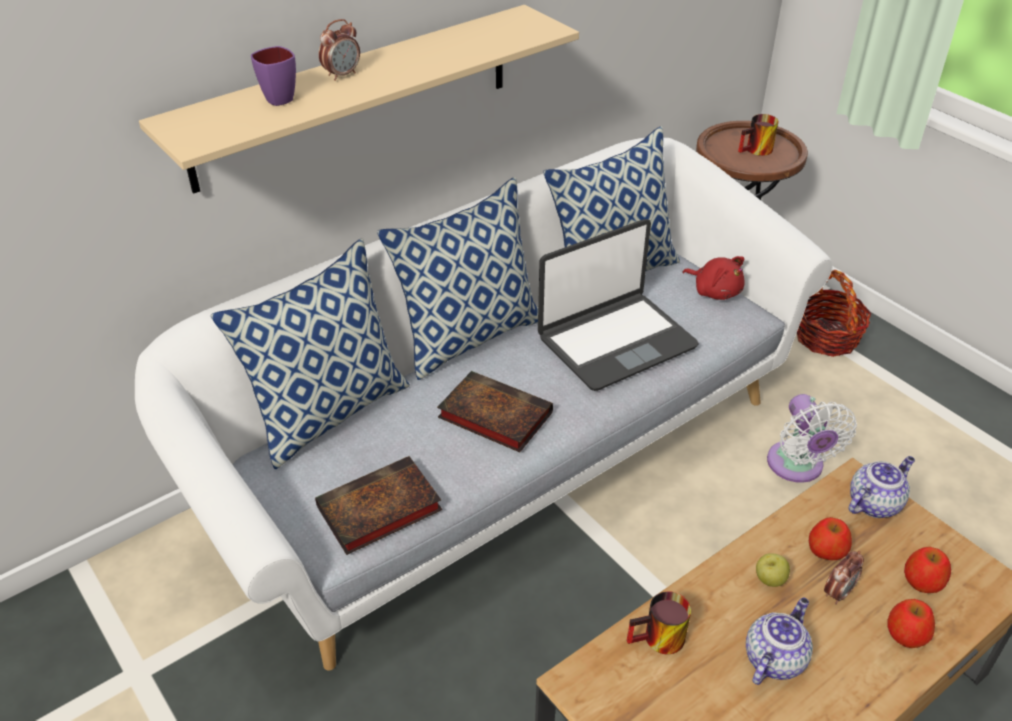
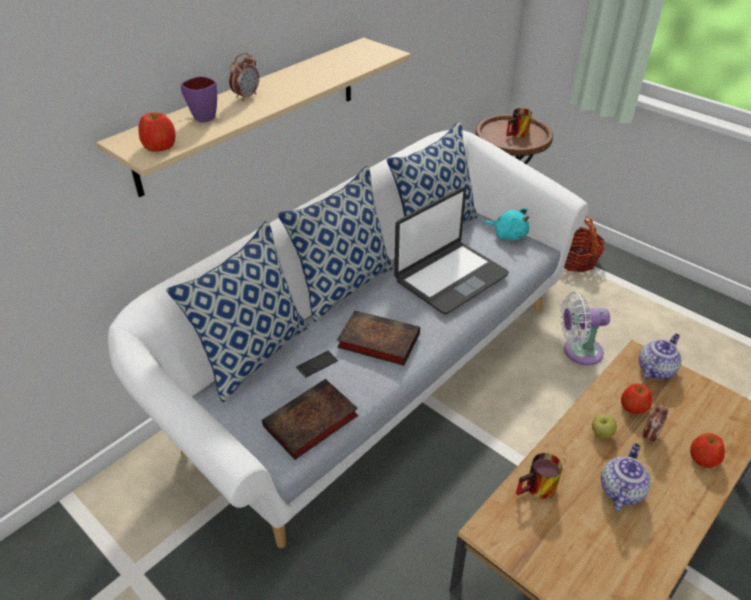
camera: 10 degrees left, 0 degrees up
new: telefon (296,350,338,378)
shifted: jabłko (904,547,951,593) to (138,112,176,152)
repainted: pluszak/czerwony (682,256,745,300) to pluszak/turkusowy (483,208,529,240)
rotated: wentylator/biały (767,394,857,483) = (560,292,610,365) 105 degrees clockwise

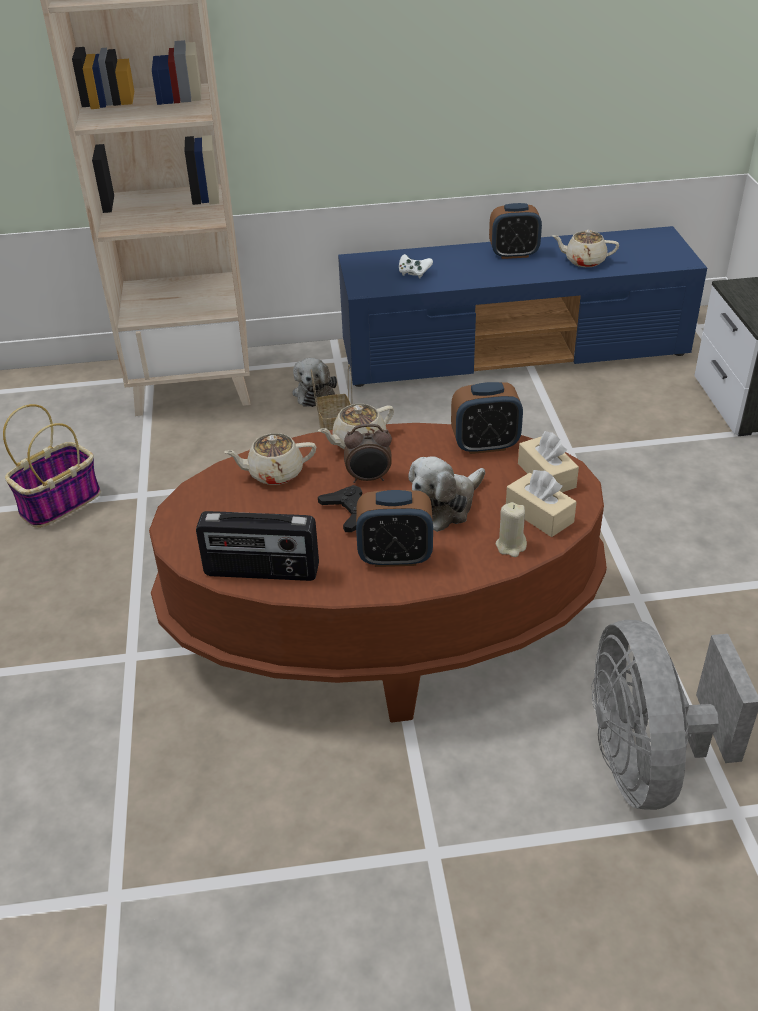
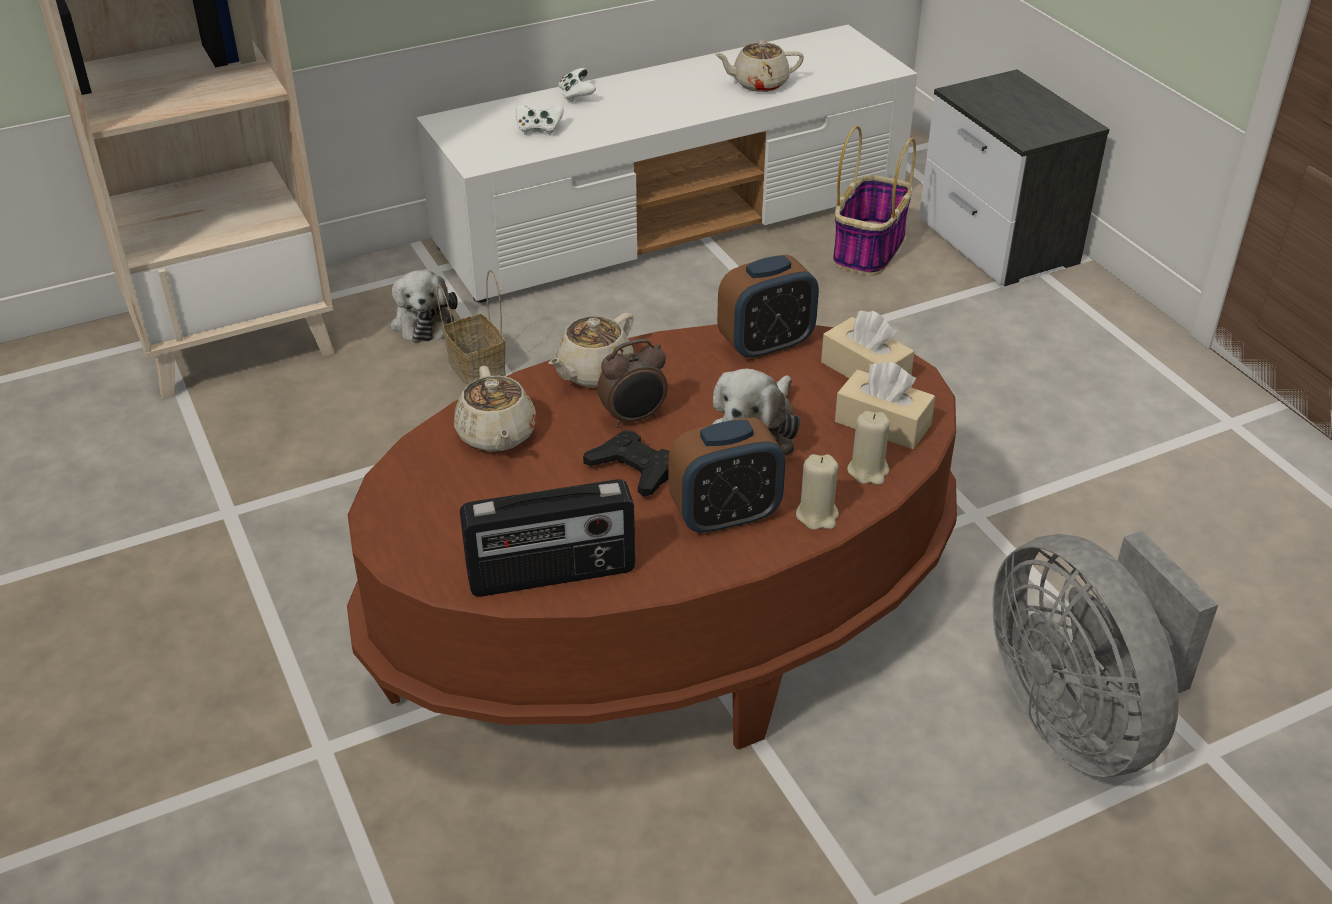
camera: 20 degrees left, 0 degrees up
gone: budzik (489,203,542,259)
new: pad do gier/biały (558,68,596,103); świeca/beżowy (796,454,839,530)
shifted: koszyk (3,404,101,528) to (833,126,916,276)
repainted: szafka pod telewizor/niebieski (338,226,707,387) to szafka pod telewizor/biały (416,25,917,303)
rotated: imbryk/beżowy (224,433,316,485) = (454,366,536,452) 75 degrees counterclockwise

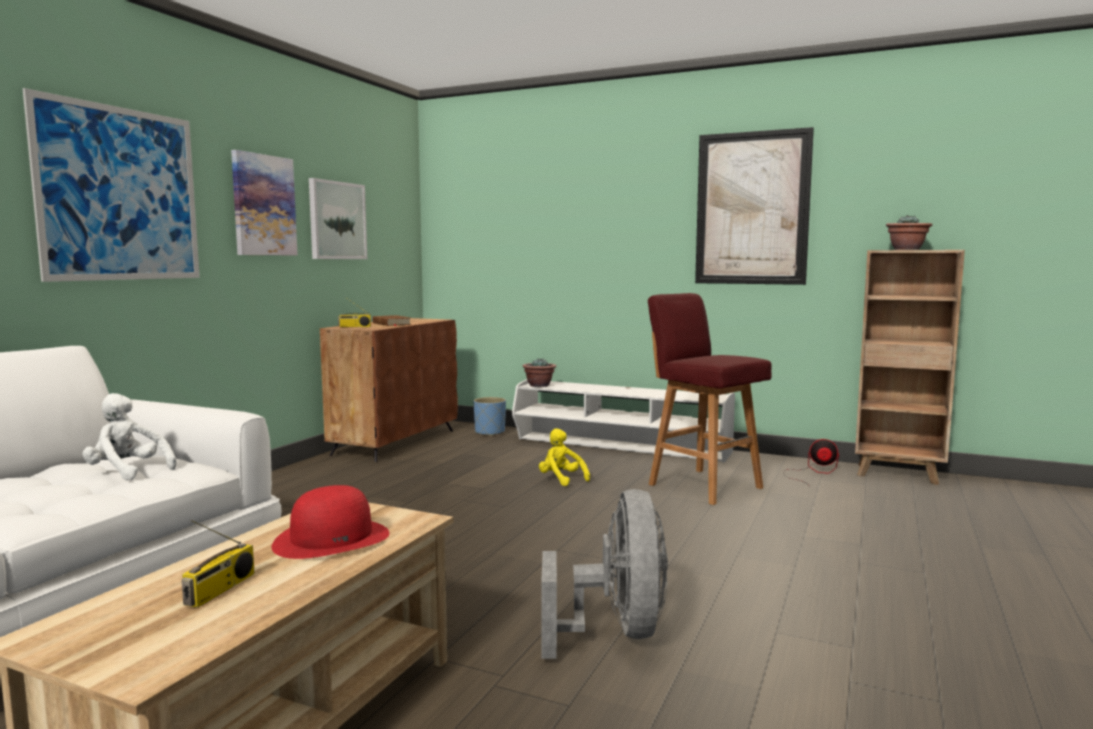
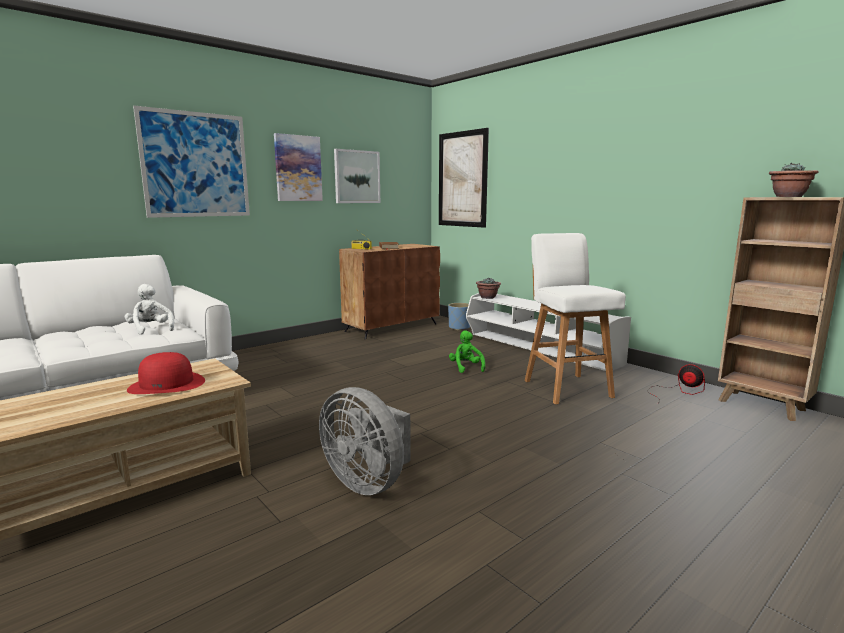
camera: 25 degrees right, 5 degrees up
gone: radio (182,520,255,608)
shifted: obraz (695,127,814,285) to (439,128,489,228)
repainted: pluszak/żółty (539,428,590,486) to pluszak/zielony (449,330,485,373); stołek/czerwony (648,293,772,505) to stołek/biały (525,233,626,404)
rotated: wentylator/szary (541,489,668,659) = (319,387,411,495) 105 degrees clockwise

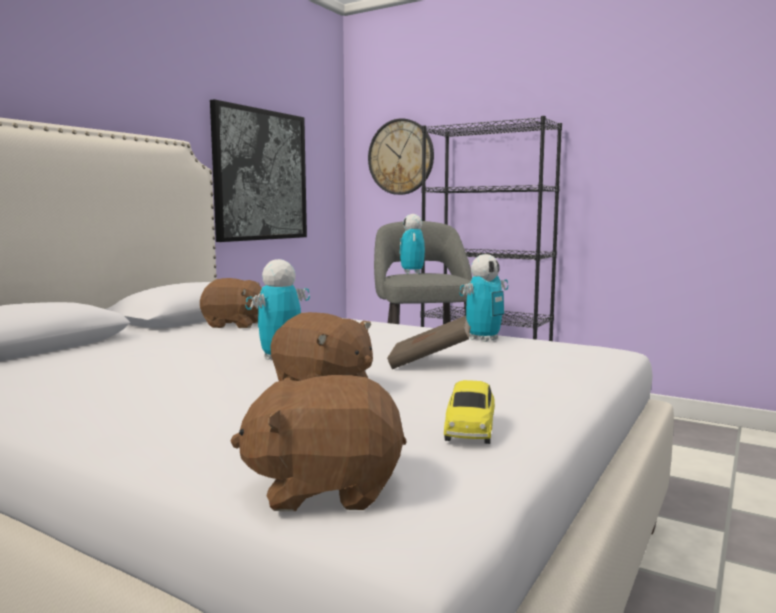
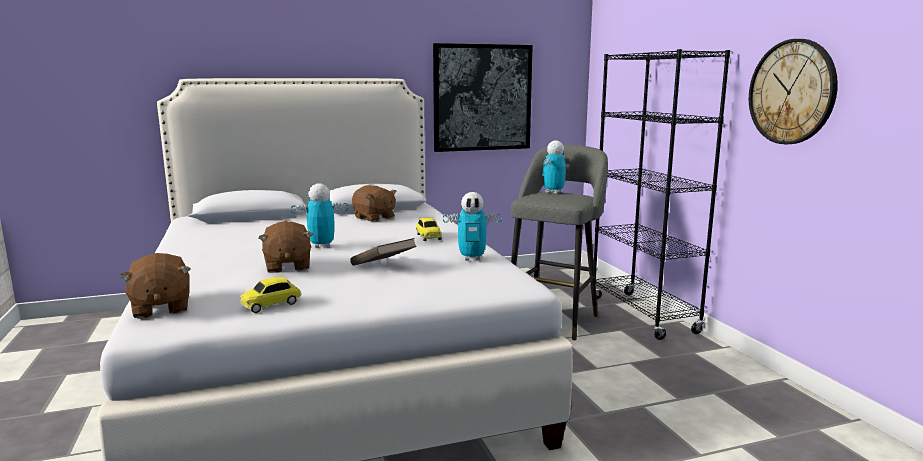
camera: 40 degrees right, 5 degrees up
new: samochodzik (416,218,442,241)
shifted: zegar ścienny (368,118,434,195) to (749,39,838,144)
rotated: pluszak/brązowy (230,375,406,511) = (119,253,191,319) 150 degrees counterclockwise

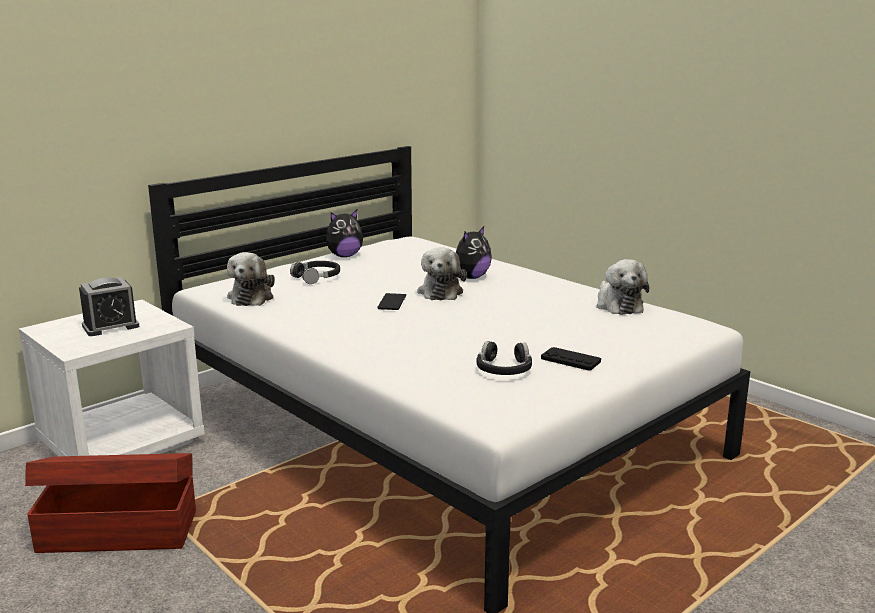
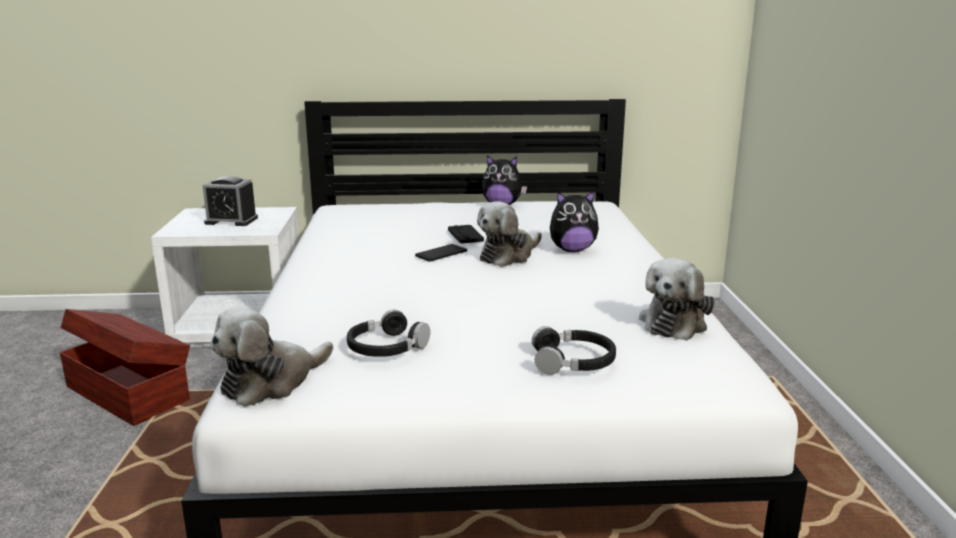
camera: 40 degrees right, 0 degrees up
shifted: pluszak (227,252,275,306) to (210,307,333,407); pad do gier/czarny (541,347,601,371) to (448,225,484,244); słuchawki/czarny (290,261,340,284) to (532,326,616,375)

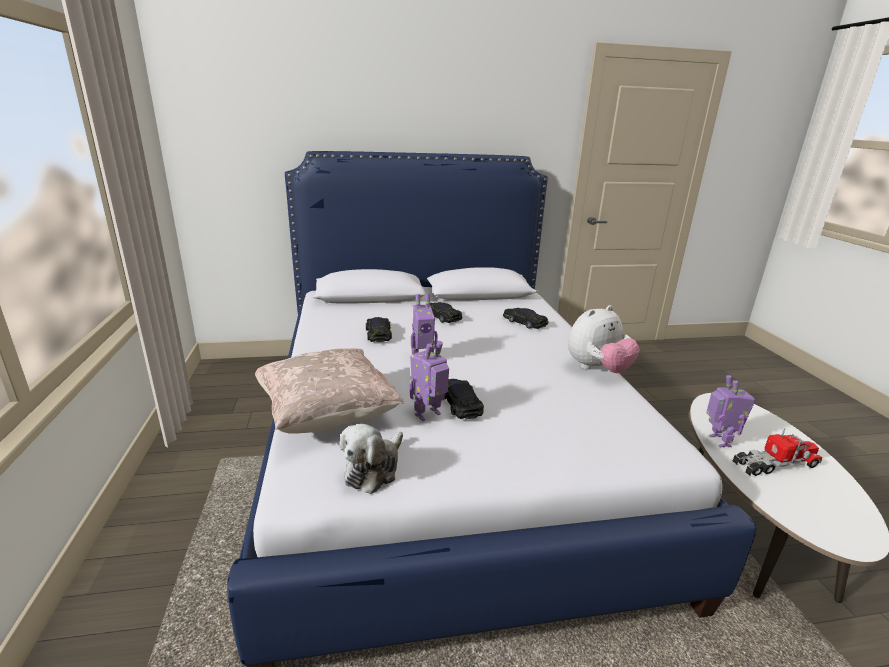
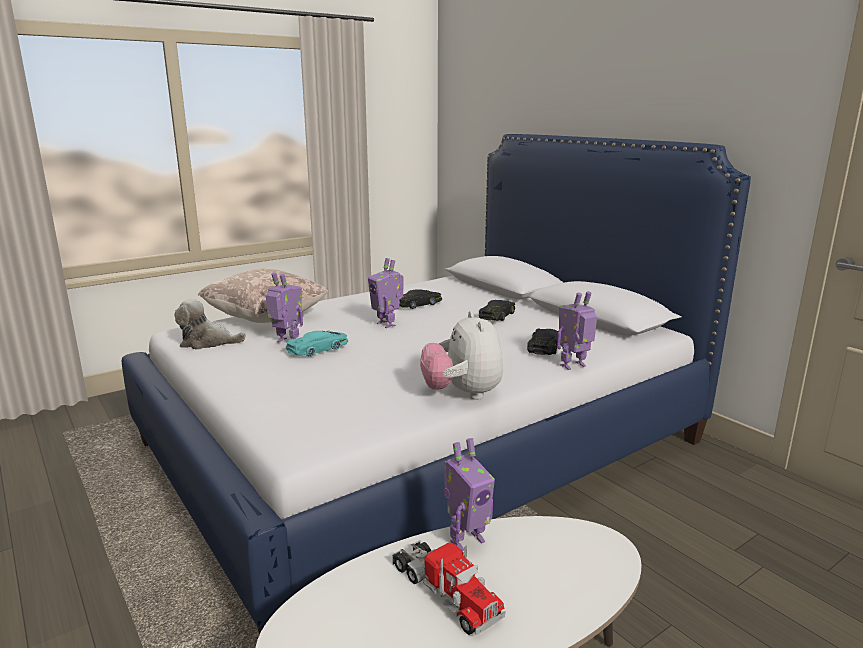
camera: 65 degrees right, 5 degrees down
new: robot zabawkowy (557,291,597,370)
repainted: samochodzik/czarny (444,379,484,419) to samochodzik/turkusowy (286,331,348,357)
rotated: pluszak (568,305,640,373) = (420,311,503,400) 45 degrees clockwise

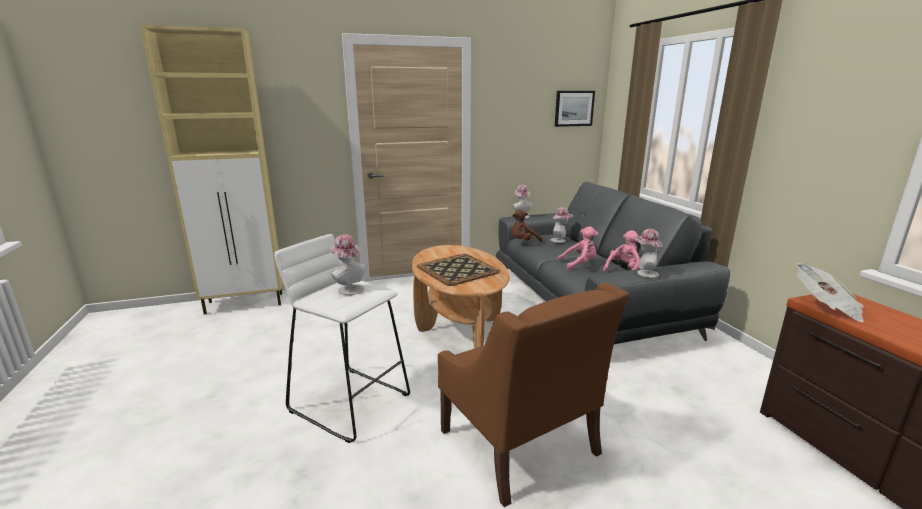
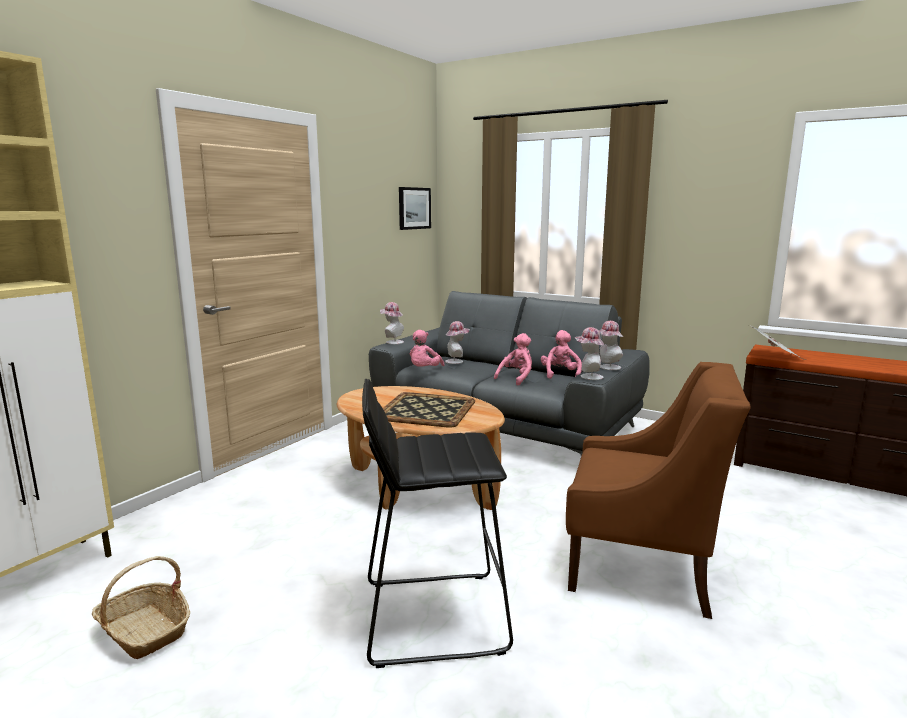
camera: 40 degrees left, 5 degrees down
new: koszyk (92,556,190,659)
shifted: kapelusz (329,234,366,295) to (575,327,605,380)
repainted: stołek/biały (274,234,410,443) to stołek/czarny (362,379,513,668); pluszak/brązowy (512,209,543,242) to pluszak/różowy (410,330,445,367)

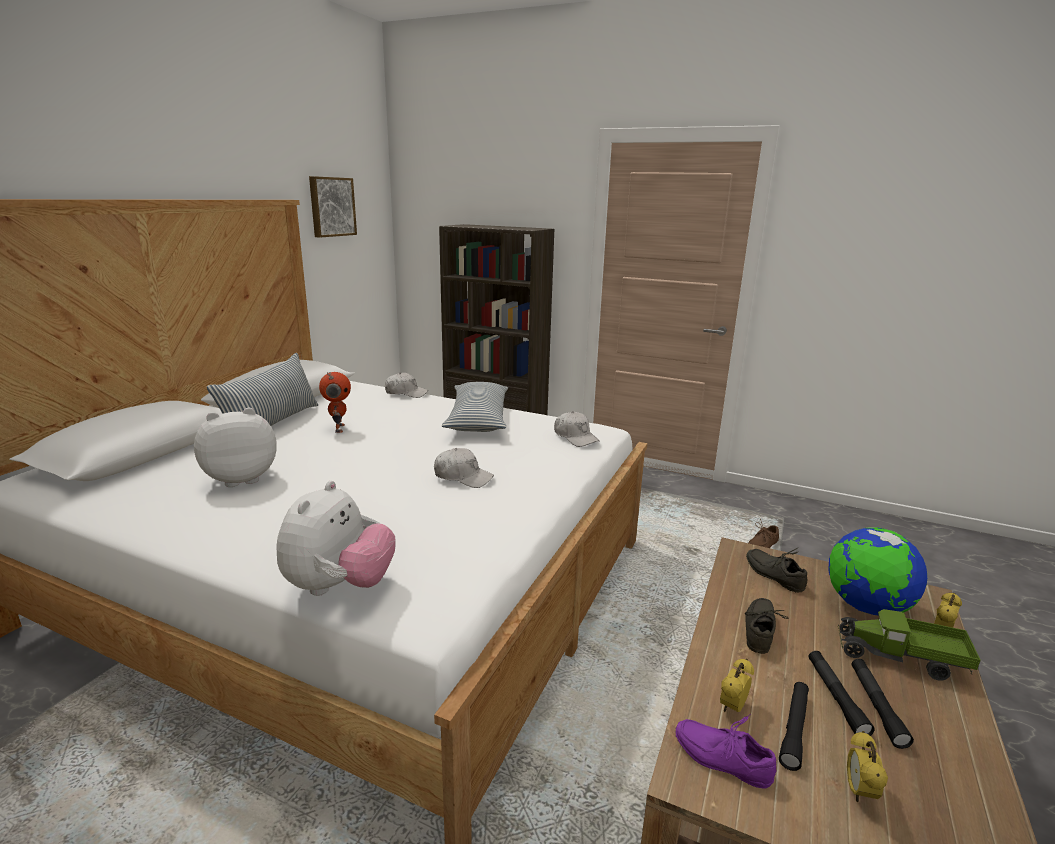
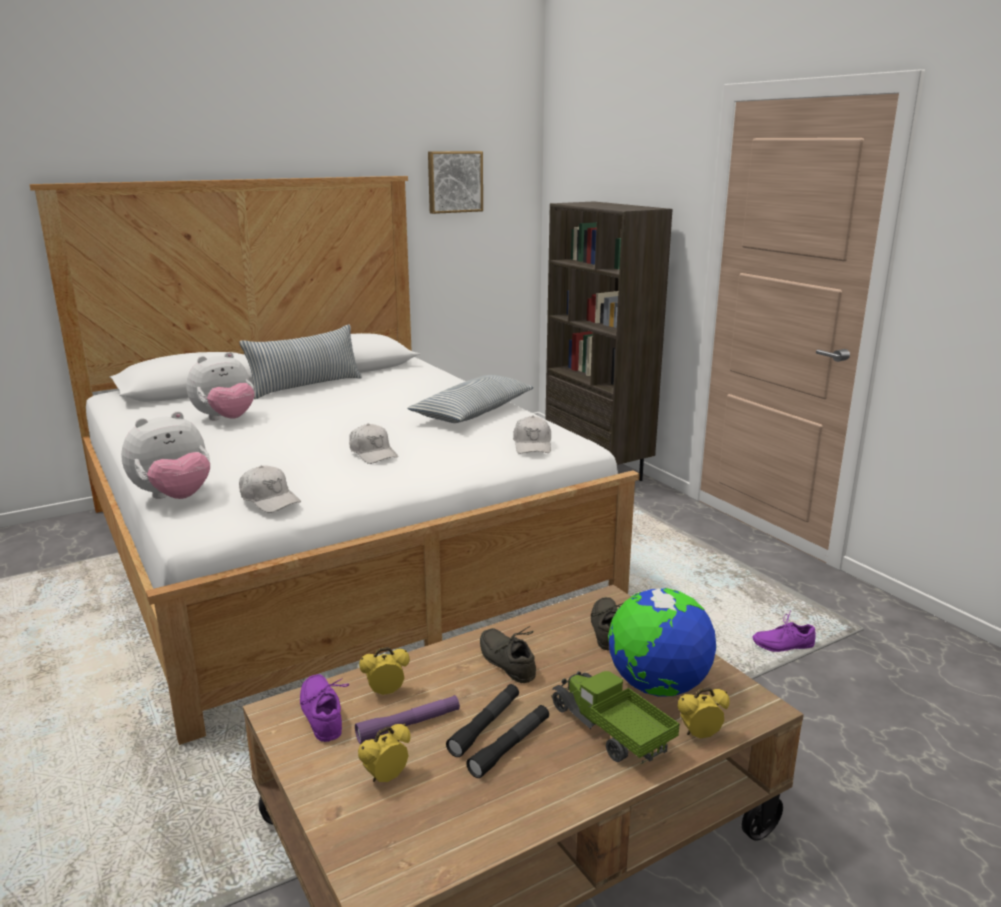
camera: 35 degrees right, 0 degrees up
gone: robot zabawkowy (319,372,351,433)
shifted: czapka z daszkiem/biały (385,373,428,398) to (239,465,301,513)
repainted: latarka/czarny (779,682,809,771) to latarka/fioletowy (355,695,460,744); but/brązowy (748,519,779,548) to but/fioletowy (752,610,816,652)
rotated: pluszak (194,408,277,487) = (186,352,255,420) 135 degrees clockwise; but/szary (745,598,788,654) = (480,626,536,683) 90 degrees counterclockwise

